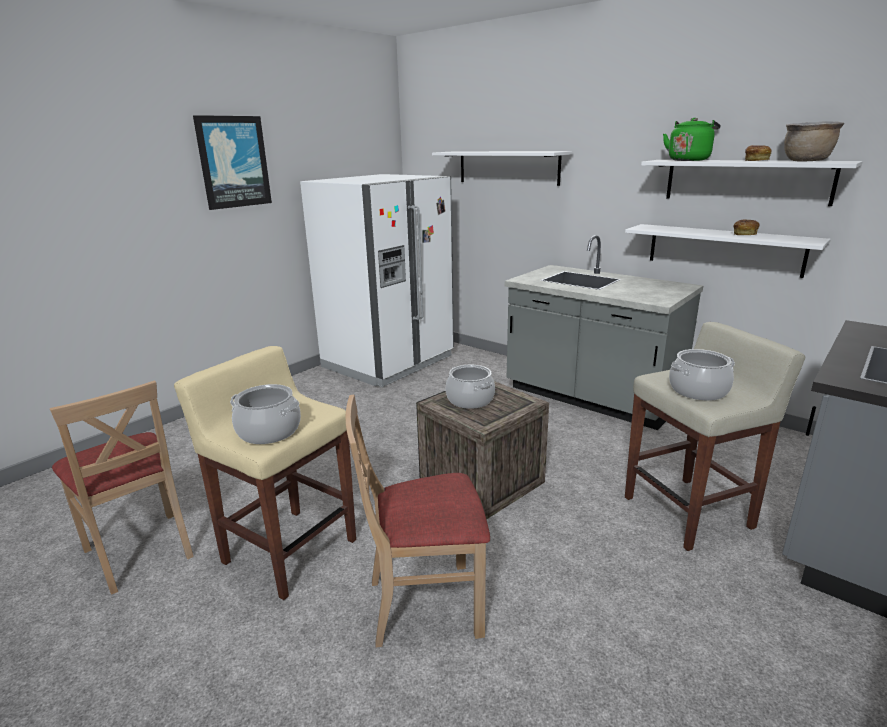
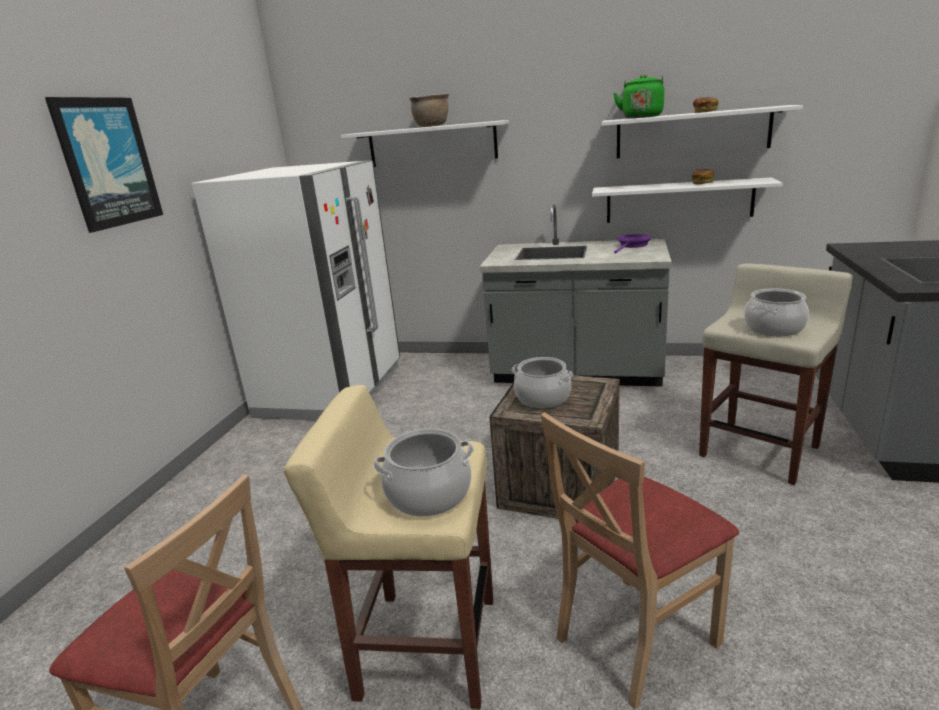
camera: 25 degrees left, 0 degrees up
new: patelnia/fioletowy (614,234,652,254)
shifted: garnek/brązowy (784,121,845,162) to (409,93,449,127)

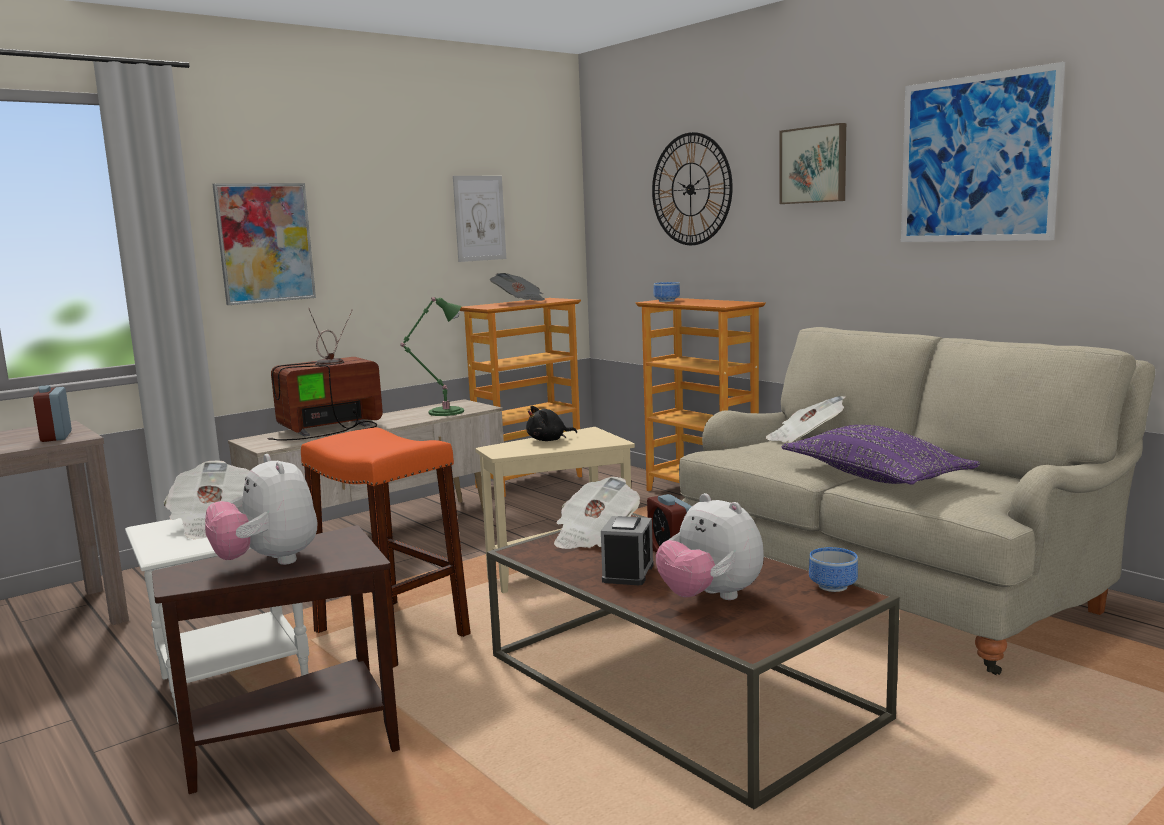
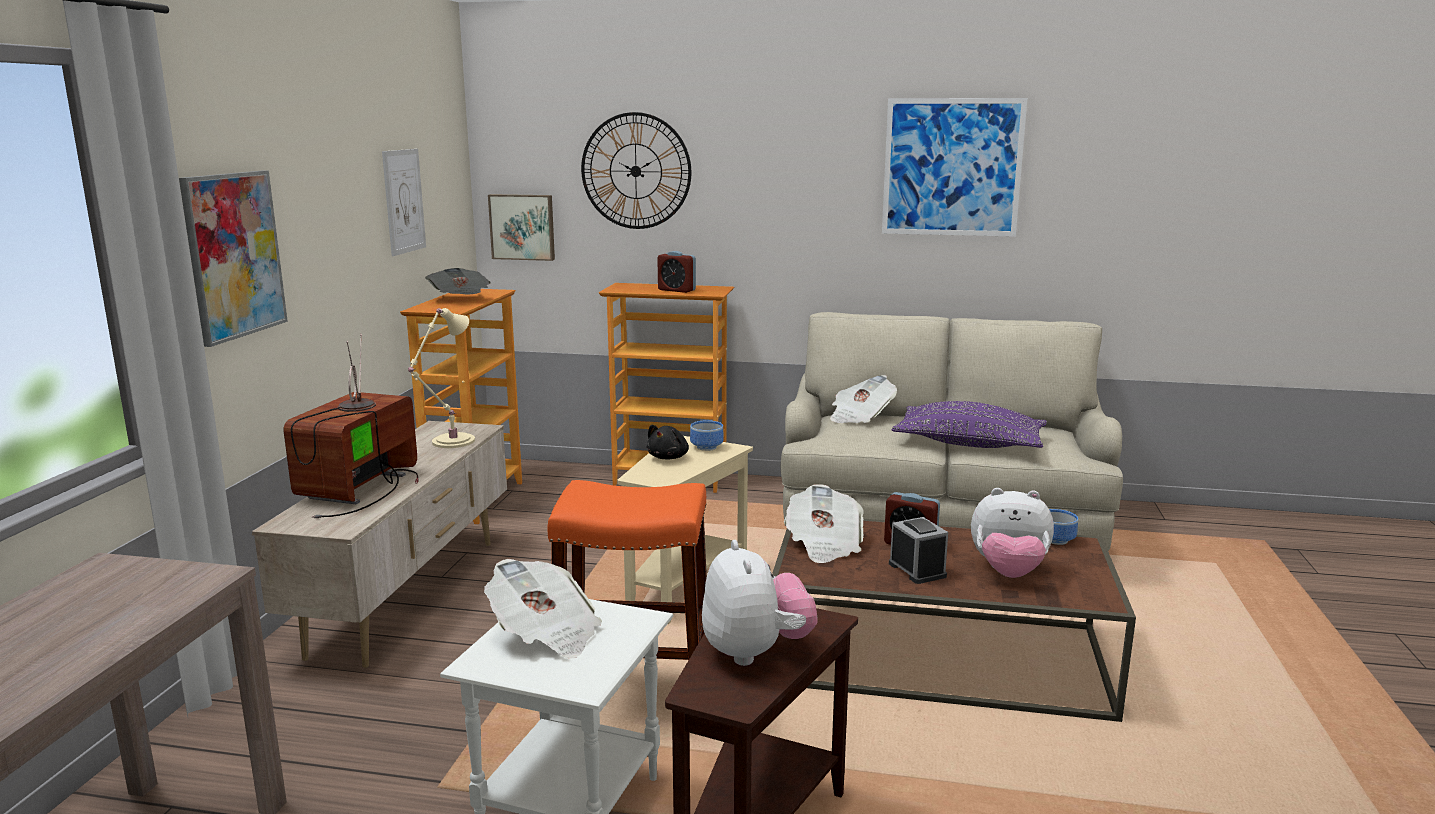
camera: 40 degrees left, 5 degrees up
shifted: obraz (779,123,846,204) to (488,194,555,261); budzik (33,385,72,442) to (657,251,696,293); miska (654,282,680,302) to (690,420,724,451)
repainted: lampa stołowa/zielony (400,297,464,416) to lampa stołowa/beżowy (408,308,475,448)
rotated: pluszak (205,454,317,565) = (702,540,817,666) 120 degrees counterclockwise

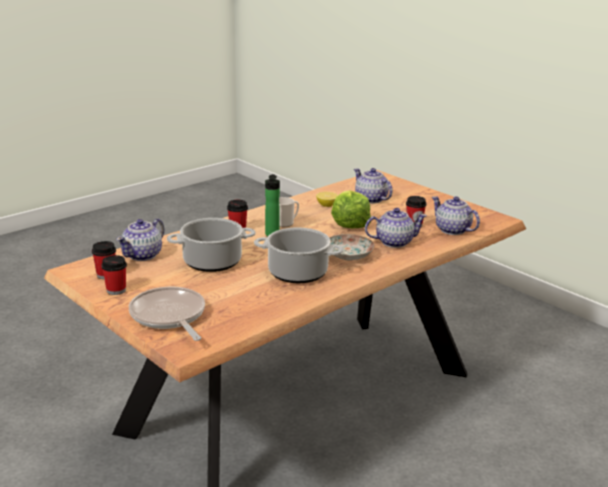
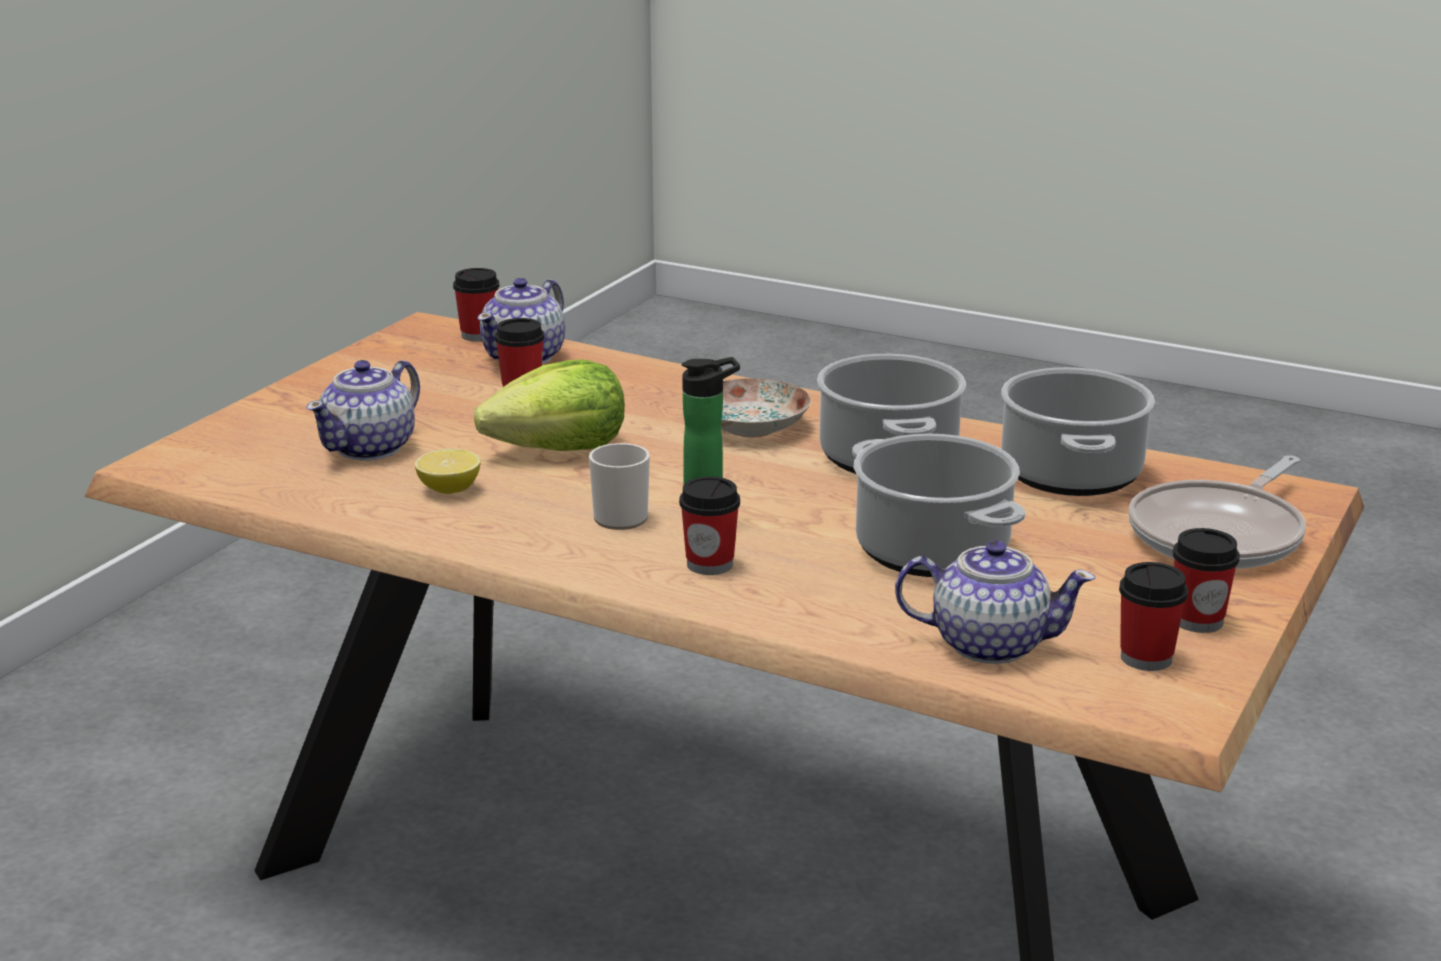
camera: 110 degrees left, 0 degrees up
gone: imbryk (365,208,427,248)
new: filiżanka (453,268,499,342); garnek (1001,367,1155,496)

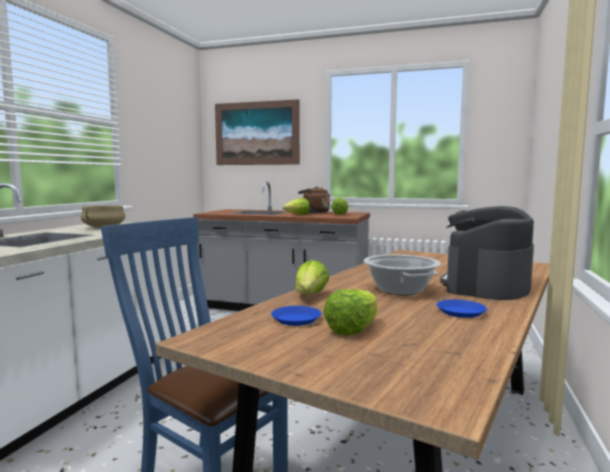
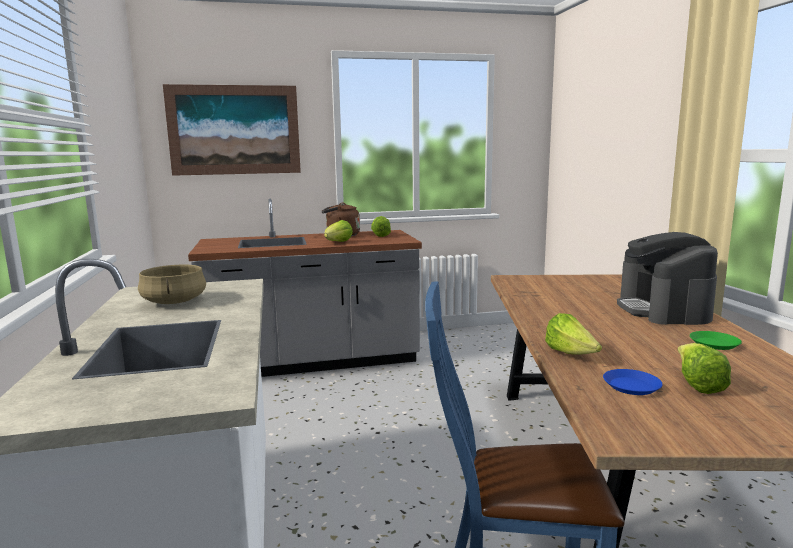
camera: 30 degrees left, 5 degrees up
gone: garnek (364,255,441,296)
repainted: talerz/niebieski (437,299,487,318) to talerz/zielony (690,331,742,350)

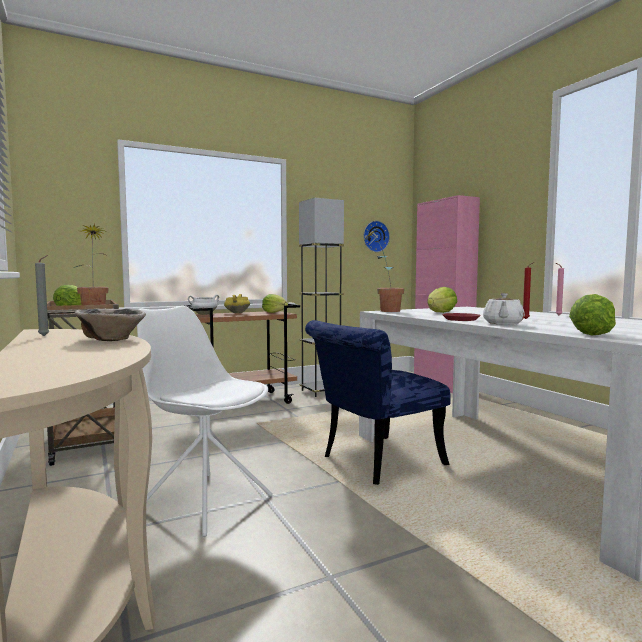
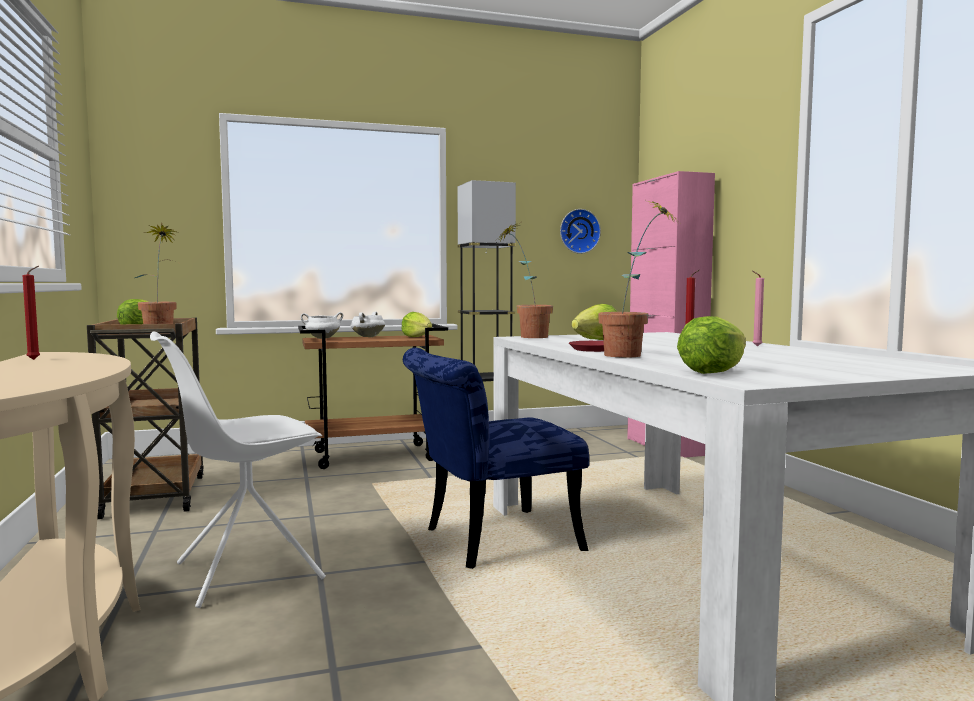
camera: 10 degrees right, 0 degrees up
gone: miska (74,308,146,341)
swapped: imbryk/biały (483,293,525,325) to roślina doniczkowa (598,201,678,358)
repainted: świeca/szary (35,255,50,336) to świeca/czerwony (23,266,40,360); garnek/żółty (224,294,250,313) to garnek/biały (351,312,385,337)
rotated: krzesło/biały (137,306,273,537) = (150,331,326,608) 75 degrees counterclockwise

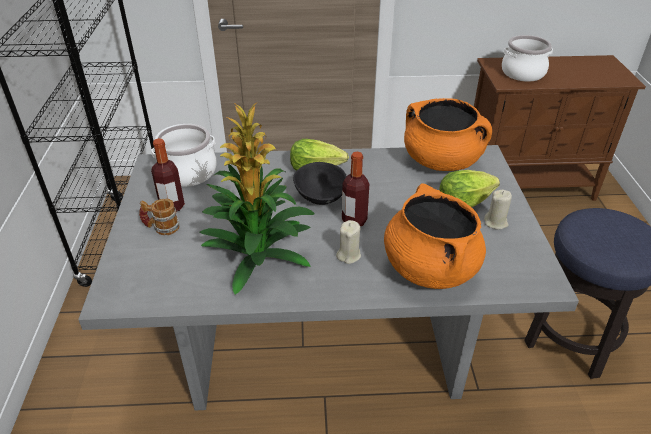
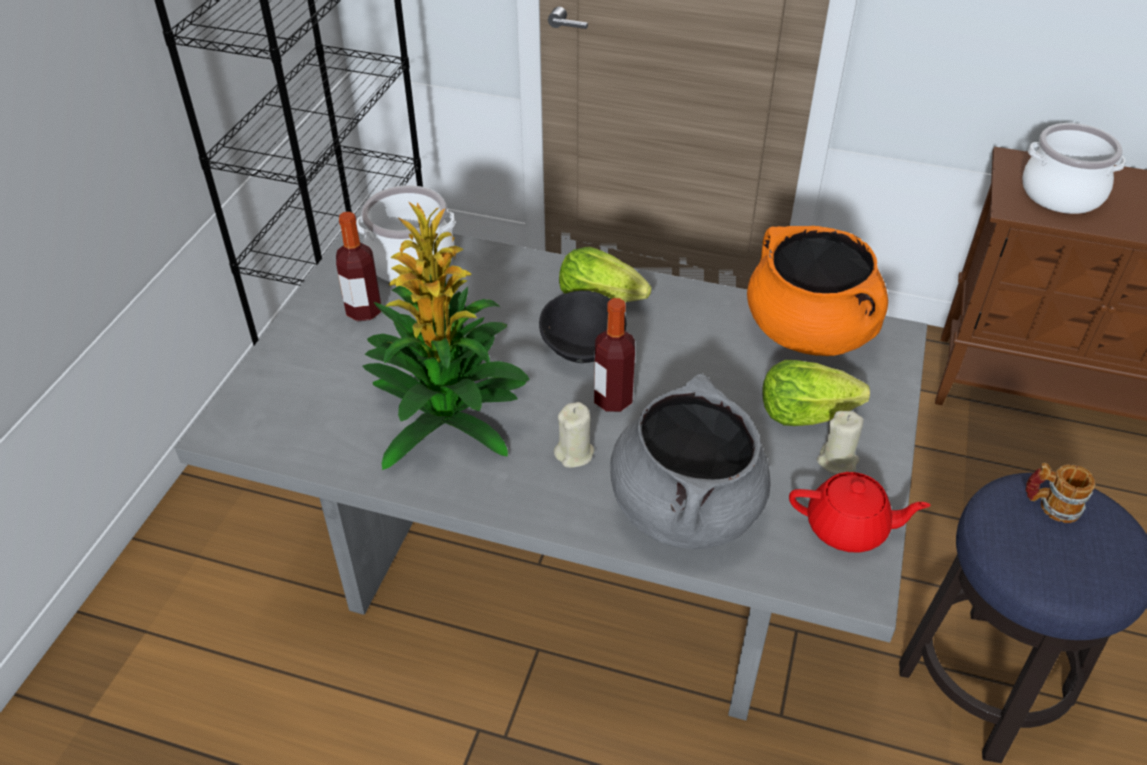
camera: 20 degrees right, 5 degrees up
new: imbryk/czerwony (789,472,931,553)
shifted: kubek (139,199,180,235) to (1026,463,1095,523)
repainted: garnek/pomarańczowy (384,183,486,289) to garnek/szary (610,373,771,549)

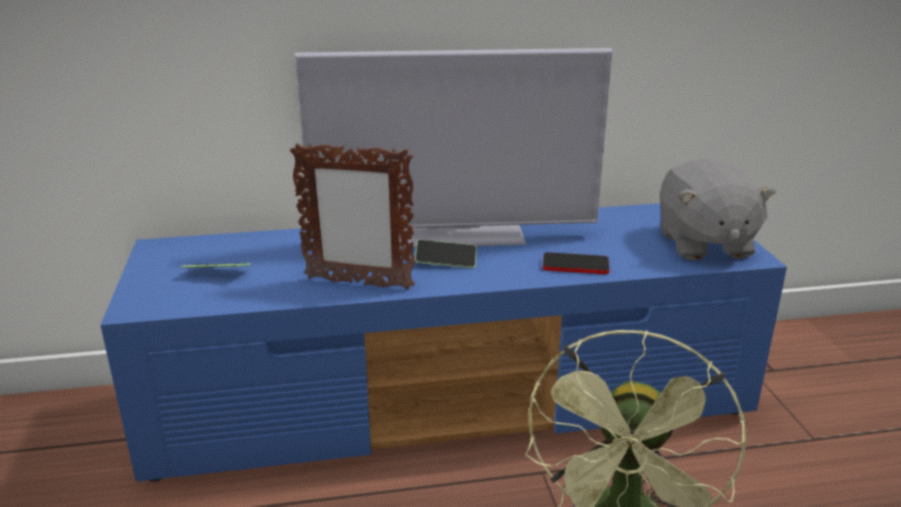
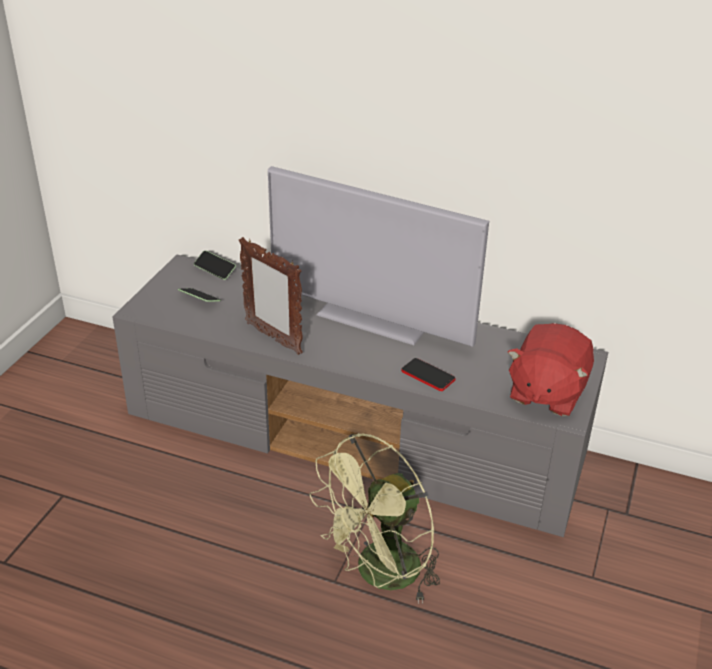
camera: 30 degrees right, 10 degrees up
shifted: telefon (415,239,477,268) to (194,250,236,280)
repainted: szafka pod telewizor/niebieski (100,203,787,482) to szafka pod telewizor/szary (113,255,608,537); pluszak/szary (659,158,776,260) to pluszak/czerwony (508,323,594,416)

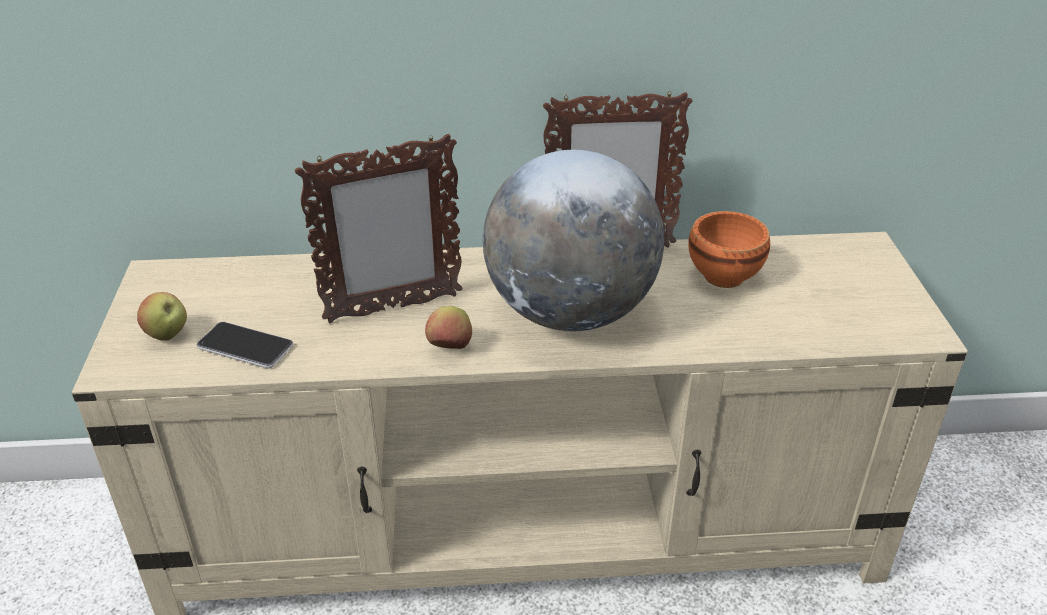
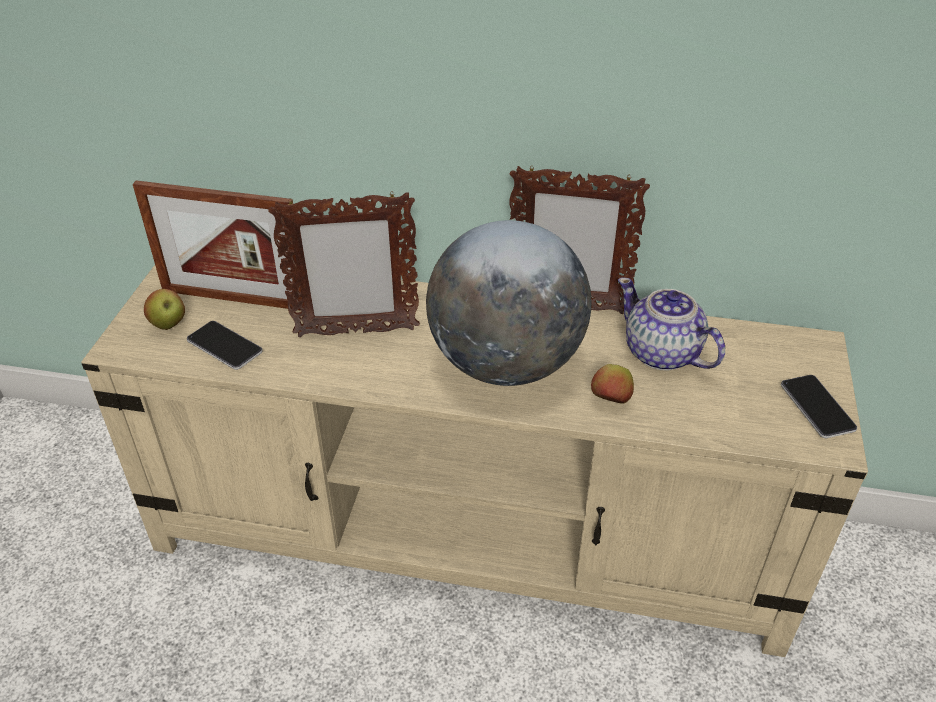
camera: 15 degrees right, 5 degrees up
new: ramka na zdjęcie (133,180,304,311); telefon (781,375,857,438)
shifted: jabłko (425,306,472,349) to (591,364,634,404)
swapped: miska/pomarańczowy (689,211,770,288) to imbryk (618,278,725,370)

